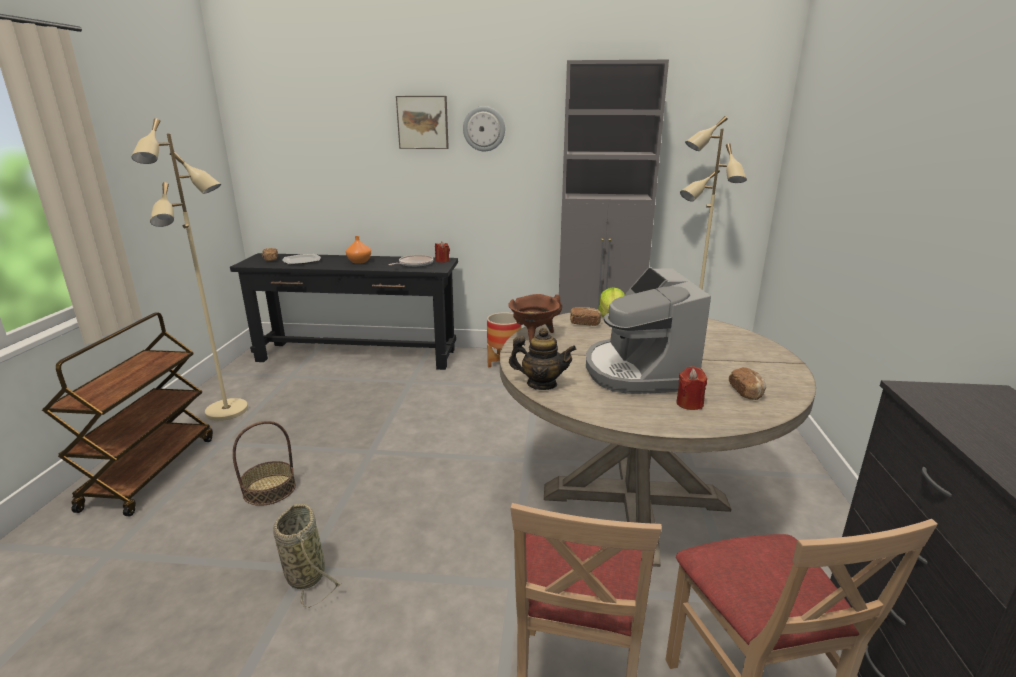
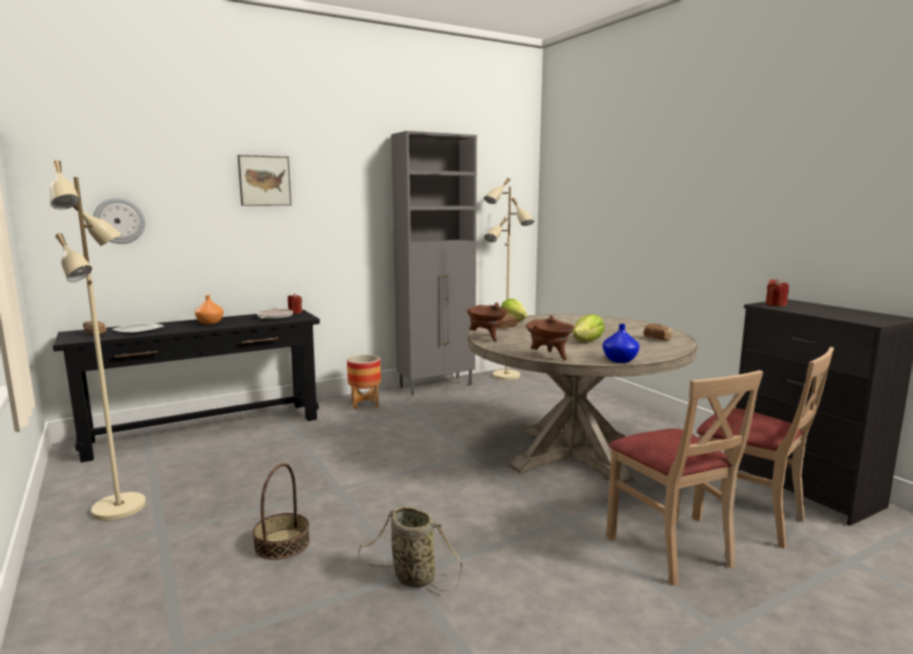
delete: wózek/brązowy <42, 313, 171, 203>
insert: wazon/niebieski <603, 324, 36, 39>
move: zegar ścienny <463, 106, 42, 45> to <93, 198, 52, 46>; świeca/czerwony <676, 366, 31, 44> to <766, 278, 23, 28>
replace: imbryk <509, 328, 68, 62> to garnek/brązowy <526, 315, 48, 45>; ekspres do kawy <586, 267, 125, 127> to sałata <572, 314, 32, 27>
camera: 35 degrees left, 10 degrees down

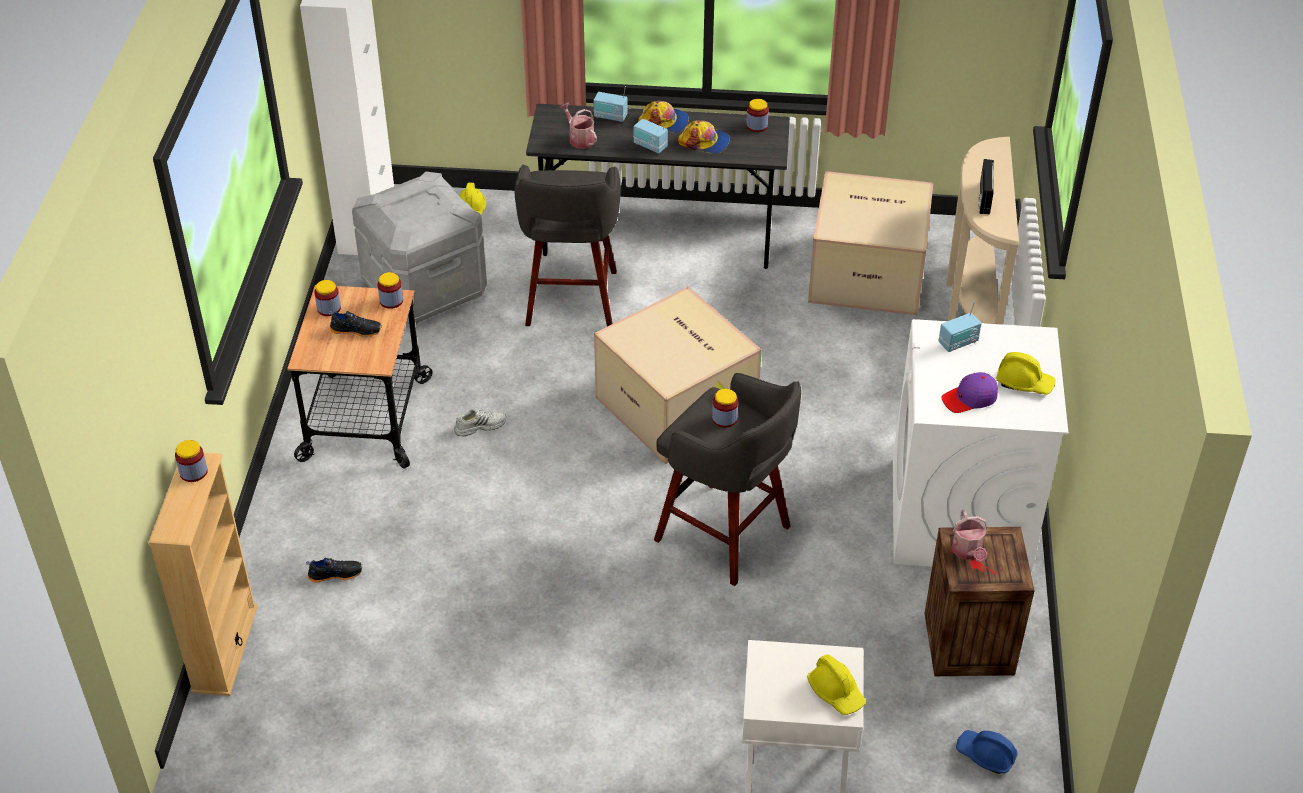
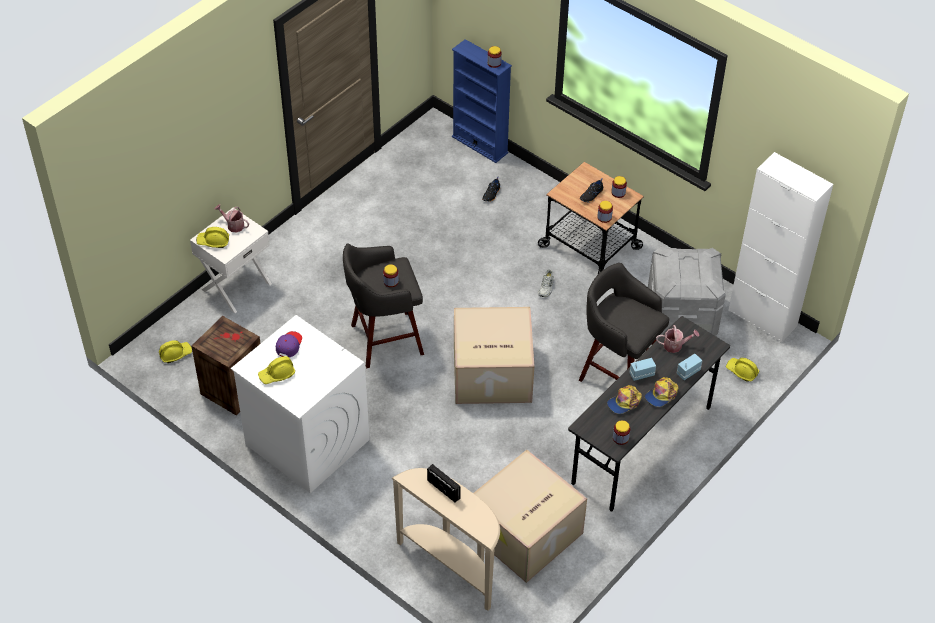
delete: radio <938, 302, 43, 50>
move: konewka <951, 510, 37, 52> to <215, 204, 34, 29>
recolor: kask/niebieski <956, 730, 62, 44> to kask/żółty <159, 340, 33, 23>; regał/beżowy <148, 453, 110, 243> to regał/niebieski <452, 39, 60, 124>
camera: 125 degrees right, 5 degrees up

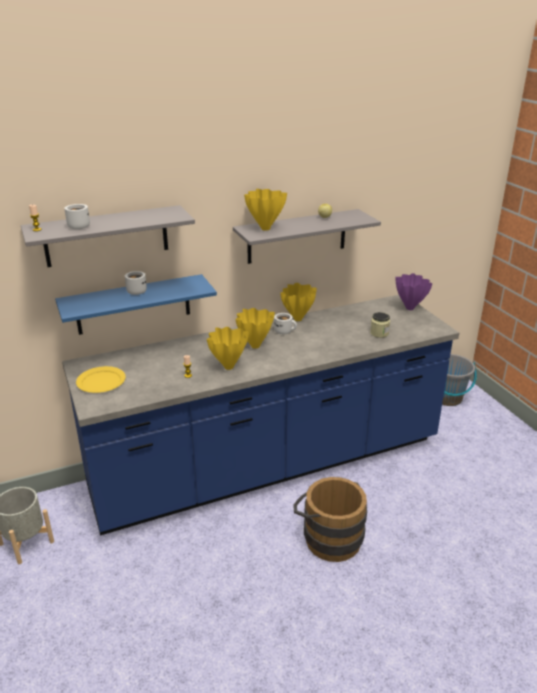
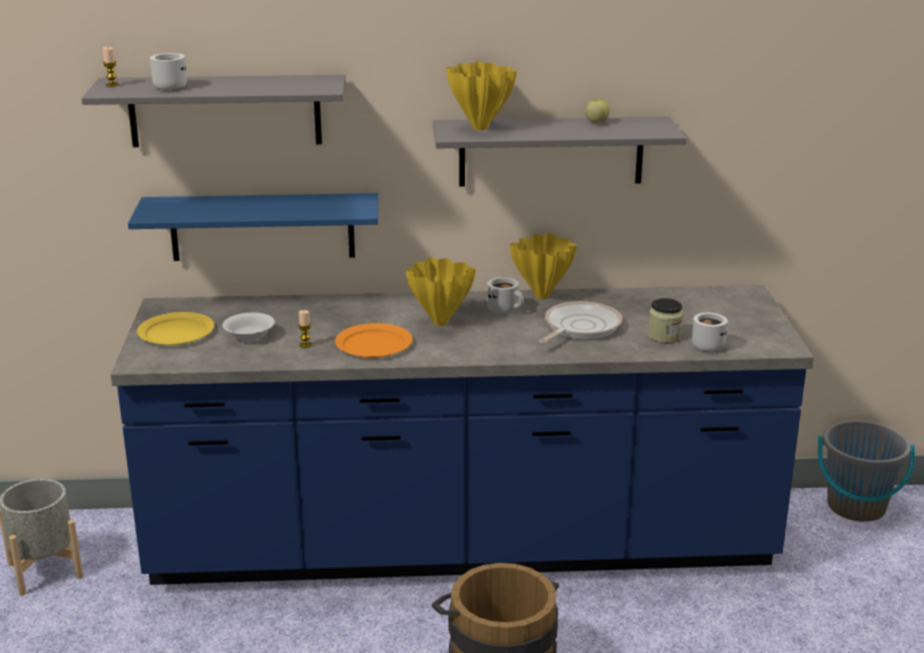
delete: wazon/fioletowy <395, 273, 37, 37>
insert: miska/biały <222, 313, 53, 28>; patelnia <539, 301, 83, 43>
move: kubek/biały <125, 271, 22, 24> to <692, 312, 36, 40>
replace: wazon/żółty <207, 327, 42, 43> to talerz/pomarańczowy <335, 323, 78, 35>
camera: 20 degrees right, 5 degrees down

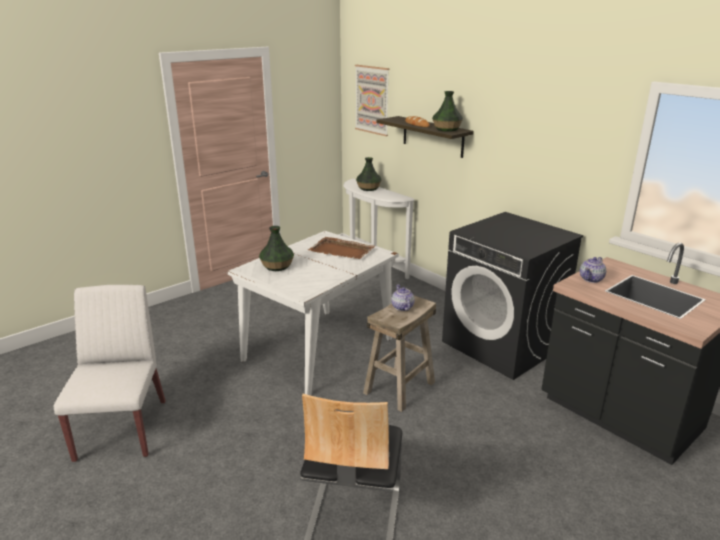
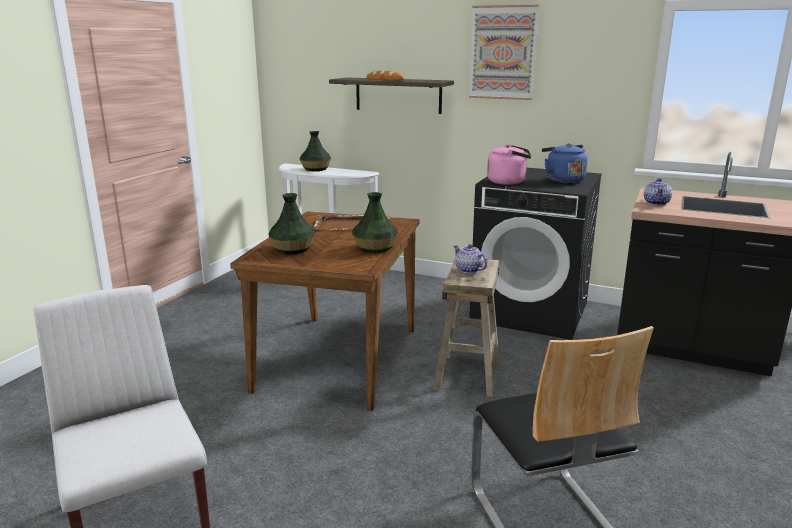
insert: czajnik/różowy <487, 144, 44, 41>; czajnik/niebieski <542, 143, 46, 40>
move: wazon <432, 91, 31, 41> to <352, 192, 46, 61>; obraz <355, 65, 34, 71> to <469, 5, 70, 95>
recolor: stół jadalny/biały <227, 231, 172, 164> to stół jadalny/brązowy <230, 212, 190, 198>
camera: 25 degrees left, 5 degrees down

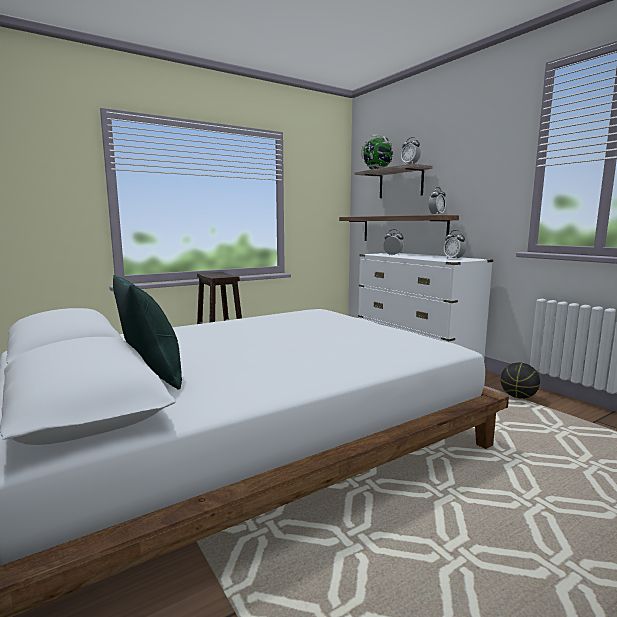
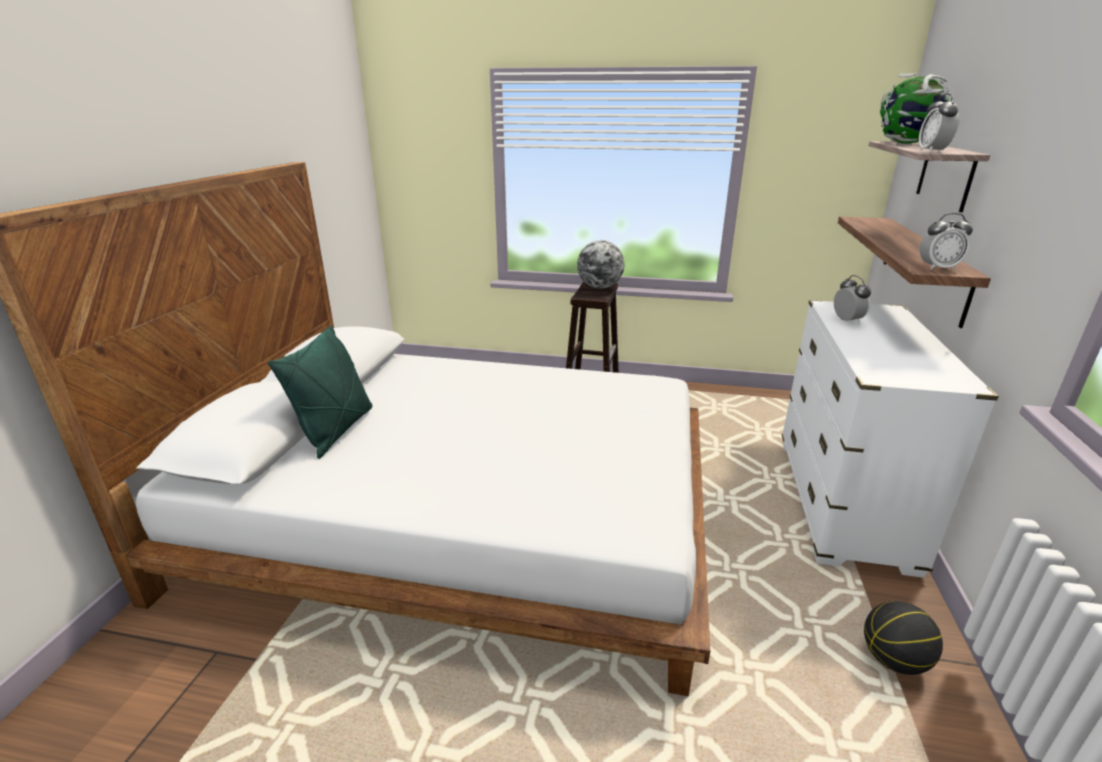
delete: budzik <444, 230, 22, 30>
insert: globus <577, 240, 47, 49>
camera: 45 degrees right, 15 degrees up

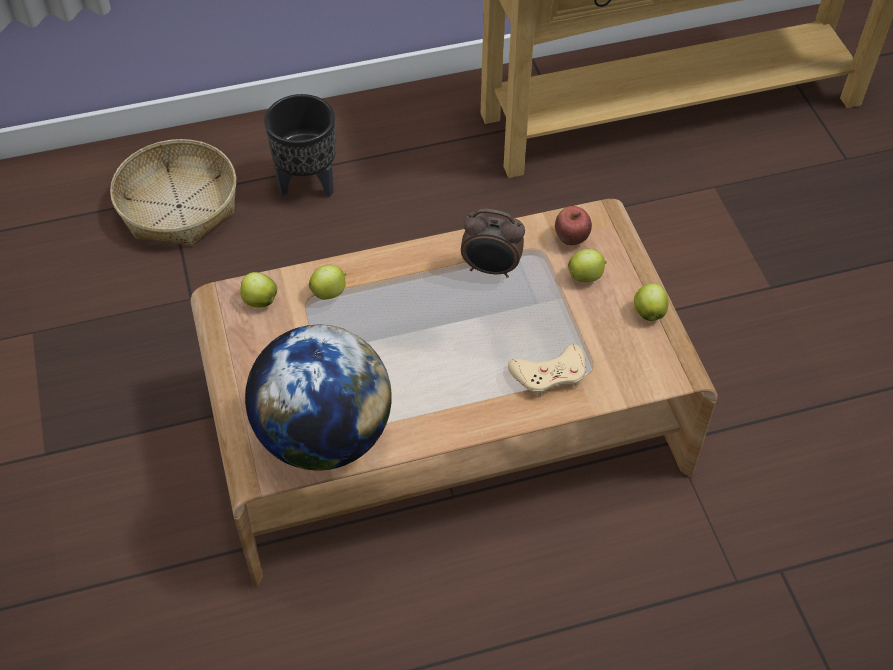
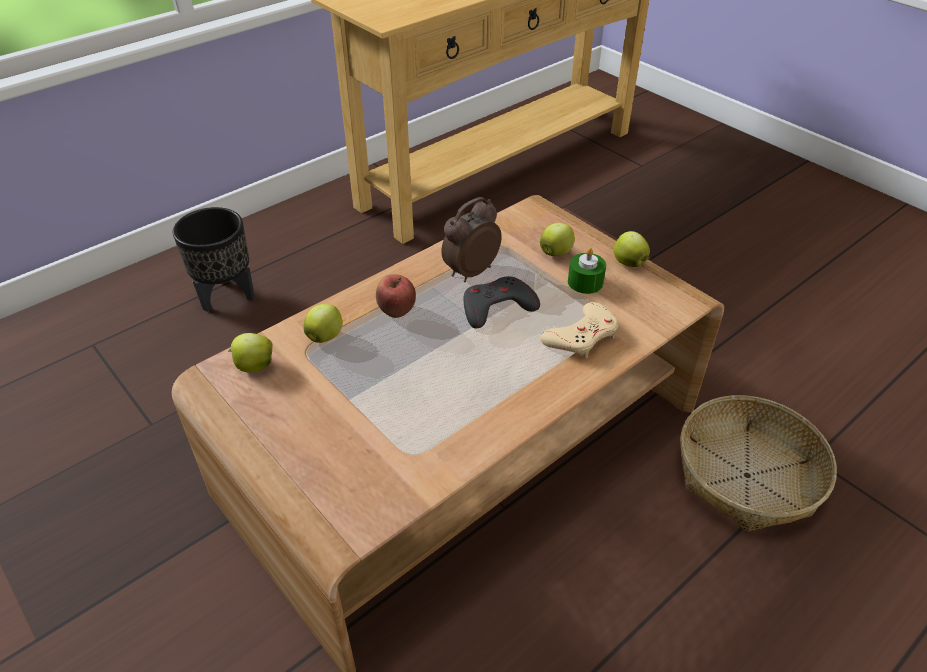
delete: globus <245, 325, 147, 146>
insert: pad do gier/szary <463, 276, 77, 53>; świeca/zielony <568, 248, 38, 46>
move: jabłko <555, 206, 37, 39> to <376, 274, 40, 44>; koszyk <110, 139, 126, 108> to <680, 395, 157, 137>
rotate: budzik <461, 209, 64, 69> = <441, 197, 61, 85> 150 degrees clockwise
camera: 25 degrees left, 10 degrees down

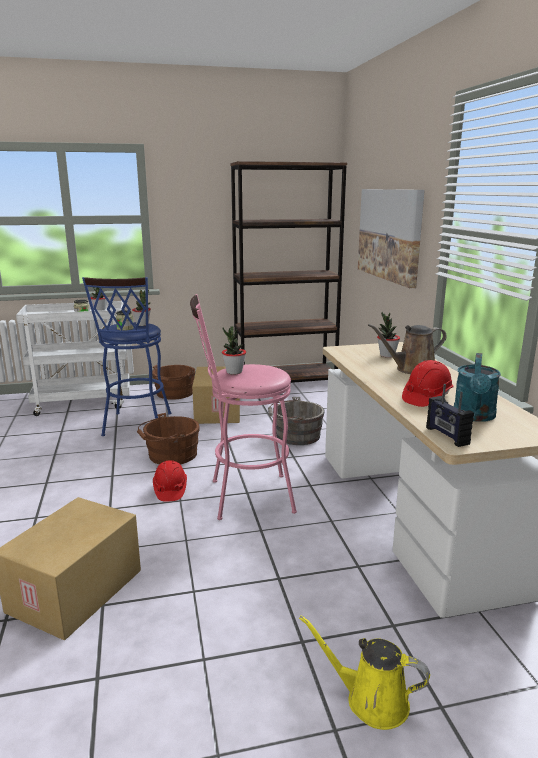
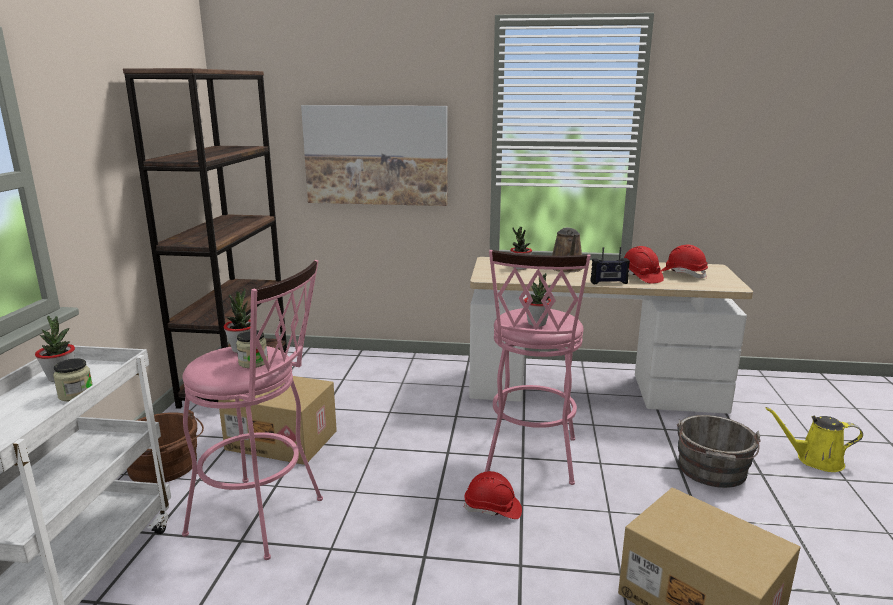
delete: wiadro/brązowy <137, 413, 63, 52>
move: radio <426, 384, 48, 63> to <591, 247, 39, 37>; wiadro/szary <268, 397, 57, 48> to <677, 415, 84, 73>
replace: konewka/turkusowy <454, 353, 47, 69> to kask/czerwony <661, 244, 47, 34>
recolor: stołek/niebieski <82, 277, 89, 159> to stołek/różowy <182, 260, 141, 300>
rotate: konewka/żółty <299, 615, 131, 115> = <765, 407, 98, 65> 60 degrees clockwise
camera: 70 degrees left, 0 degrees up

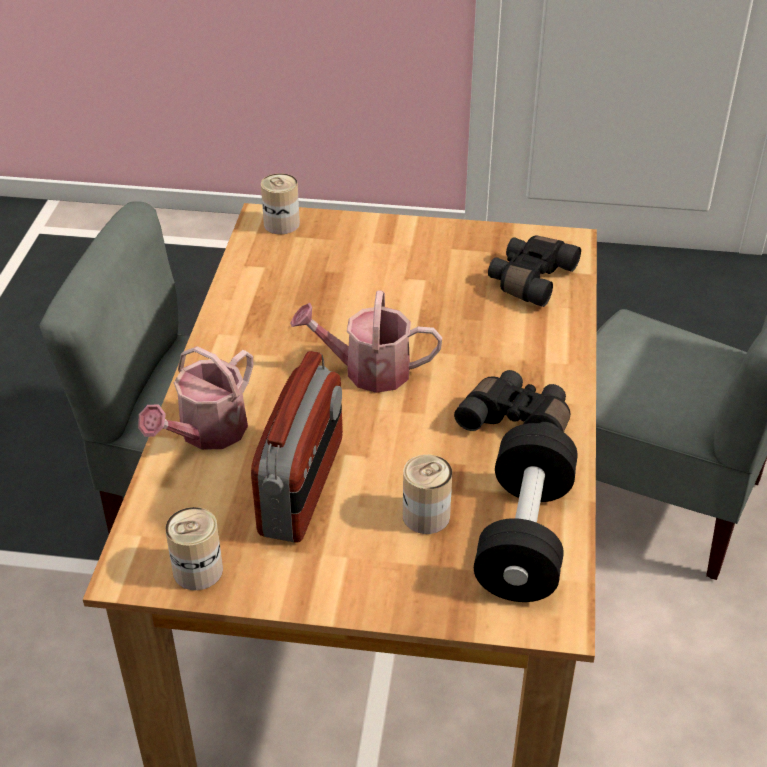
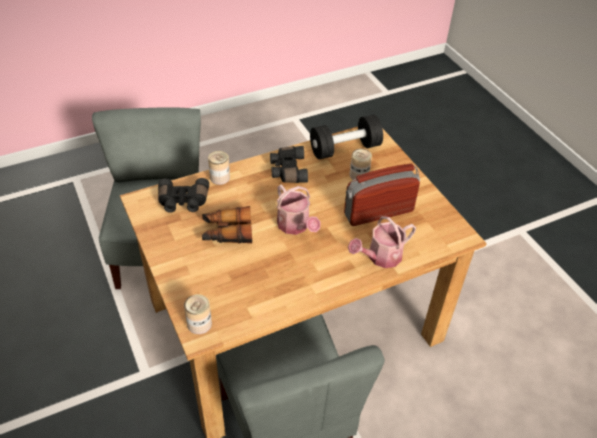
insert: lornetka <202, 206, 50, 37>
move: puszka <165, 507, 58, 83> to <208, 151, 22, 34>
rotate: konewka <138, 346, 115, 104> = <348, 216, 68, 52> 150 degrees clockwise
camera: 125 degrees left, 5 degrees up

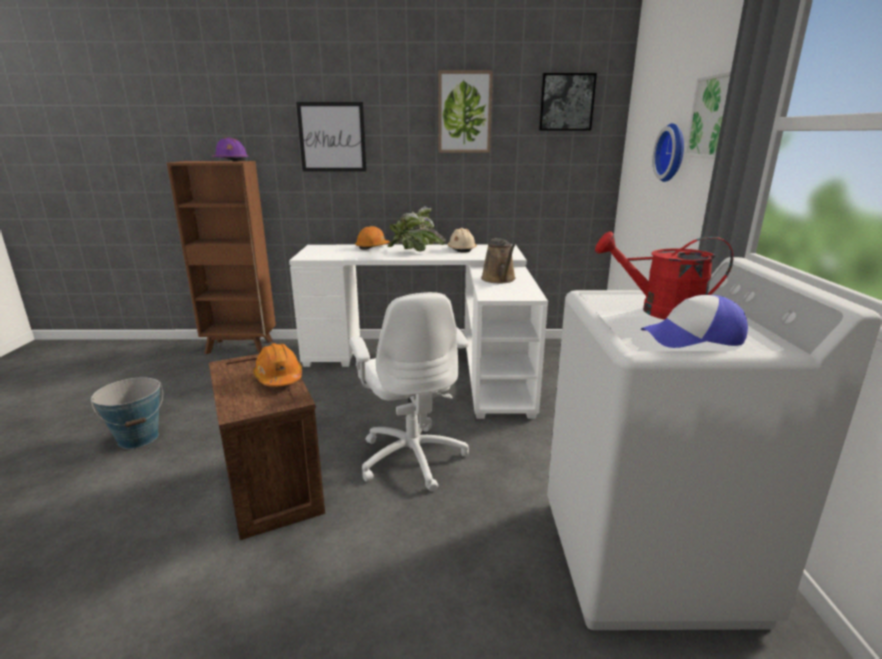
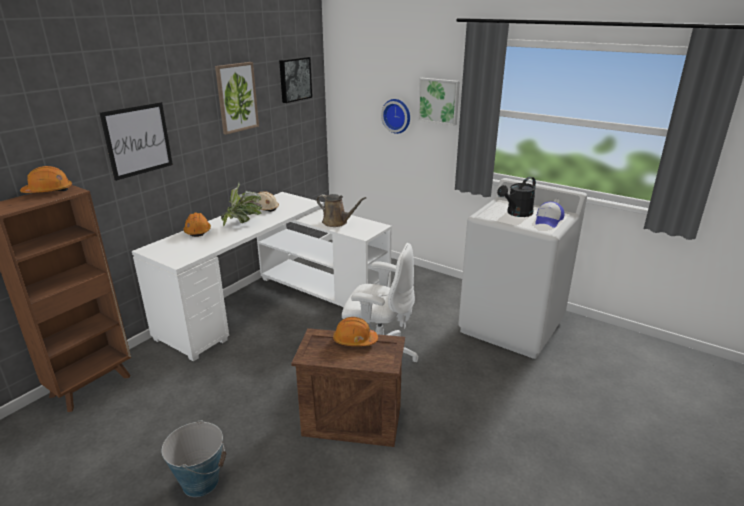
recolor: kask/fioletowy <212, 137, 36, 25> to kask/pomarańczowy <20, 166, 52, 27>; konewka/czerwony <595, 231, 138, 89> to konewka/czarny <497, 177, 39, 40>
camera: 55 degrees left, 5 degrees up

